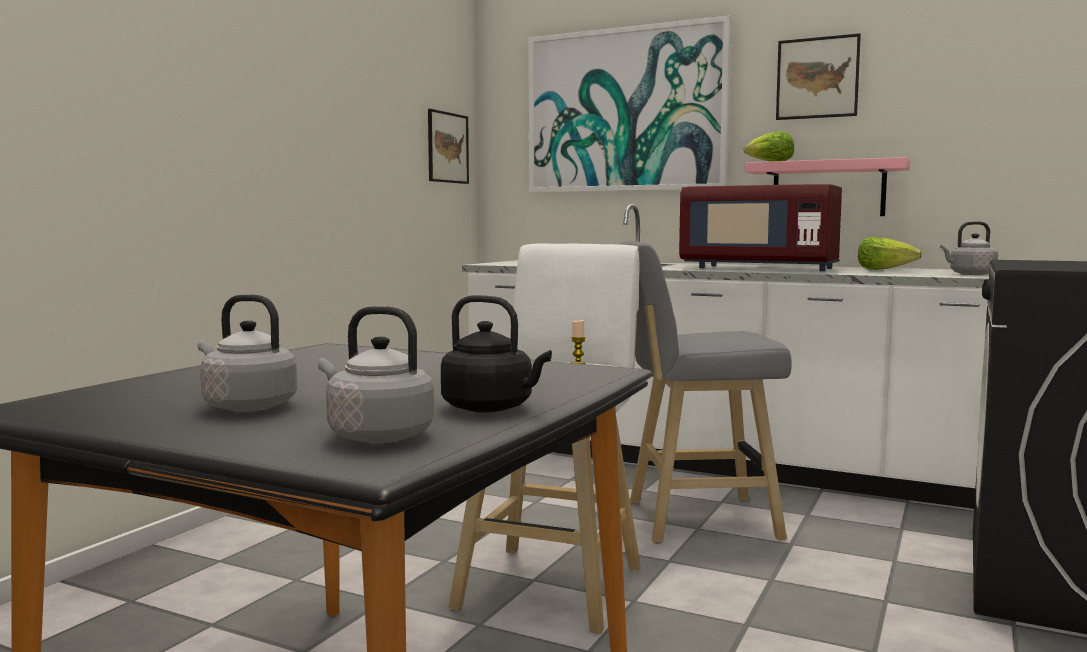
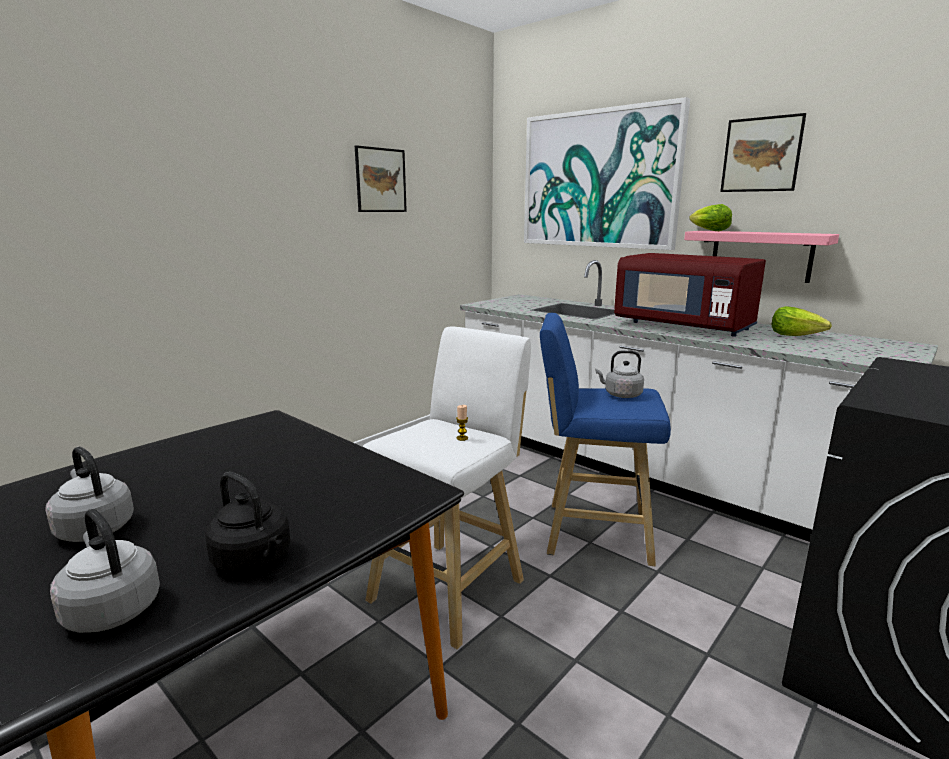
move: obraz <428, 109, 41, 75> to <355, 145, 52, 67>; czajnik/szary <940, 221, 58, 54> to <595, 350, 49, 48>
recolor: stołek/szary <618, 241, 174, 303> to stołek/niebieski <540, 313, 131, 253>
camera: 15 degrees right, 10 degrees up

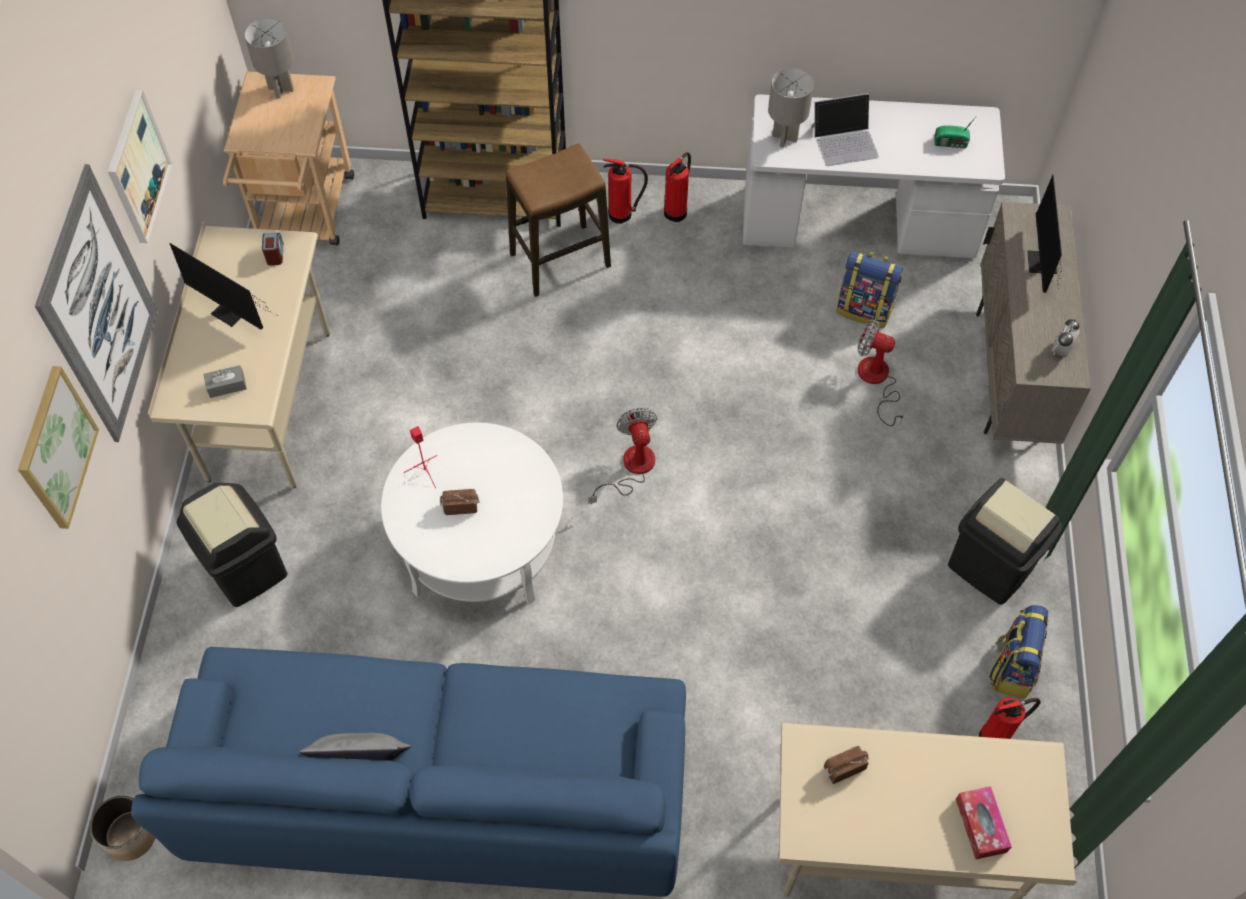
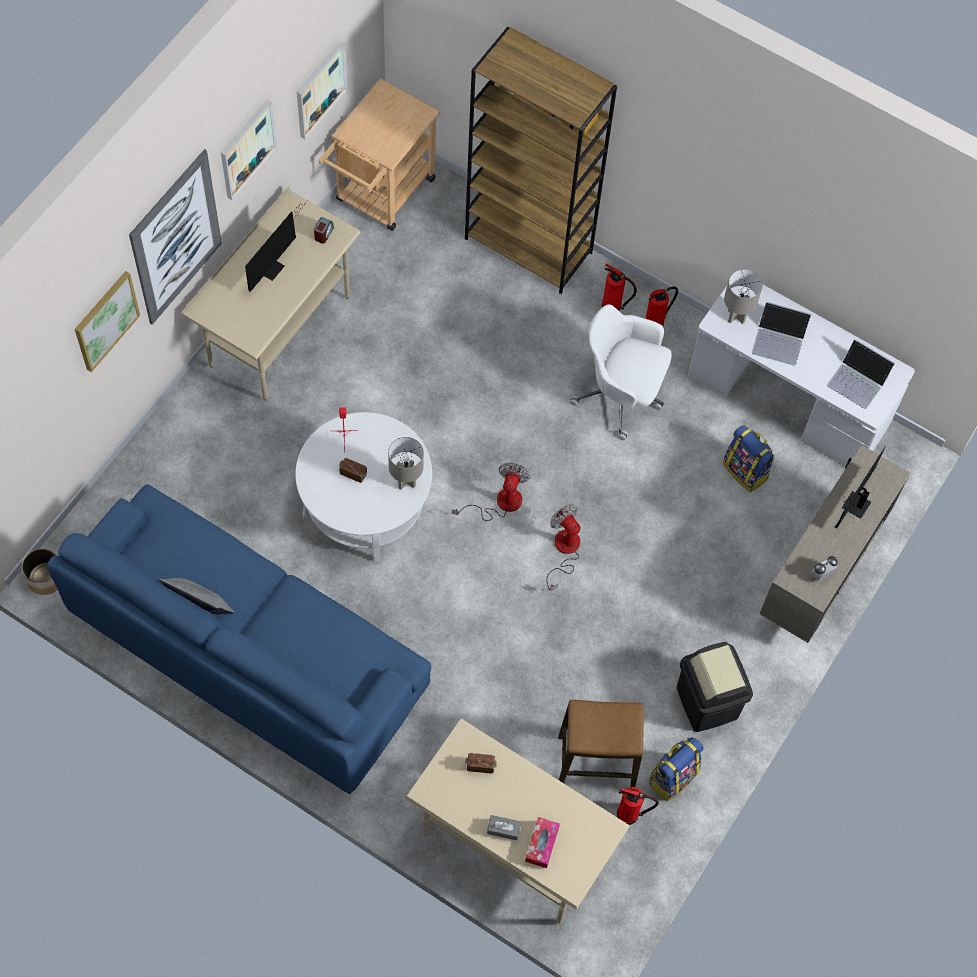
delete: kosz na śmieci/czarny <177, 483, 110, 124>
insert: obraz <297, 41, 50, 98>; krzesło biurowe/biały <570, 304, 102, 136>
move: lampa stołowa/szary <244, 18, 50, 81> to <388, 437, 36, 53>; pudełko chusteczek/szary <204, 365, 43, 33> to <487, 815, 34, 25>; wentylator <857, 319, 48, 107> to <546, 504, 35, 87>; stołek <506, 143, 105, 154> to <558, 700, 86, 87>
replace: radio <934, 117, 42, 32> to laptop <827, 339, 68, 70>
rotate: monitor <169, 243, 109, 87> = <245, 200, 63, 92> 120 degrees counterclockwise
camera: 25 degrees right, 5 degrees up

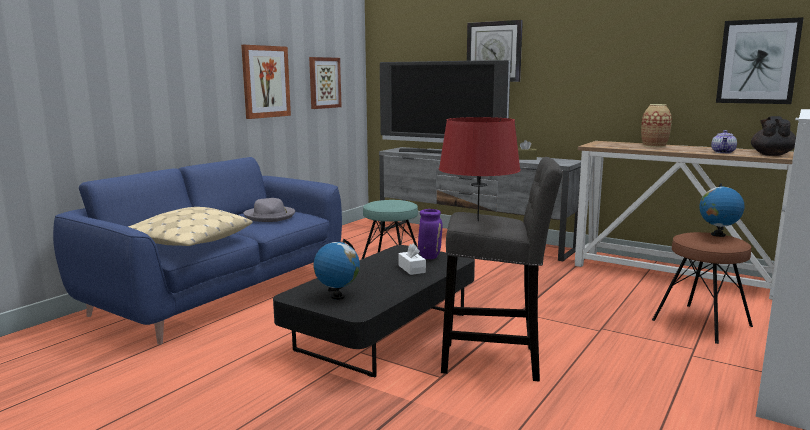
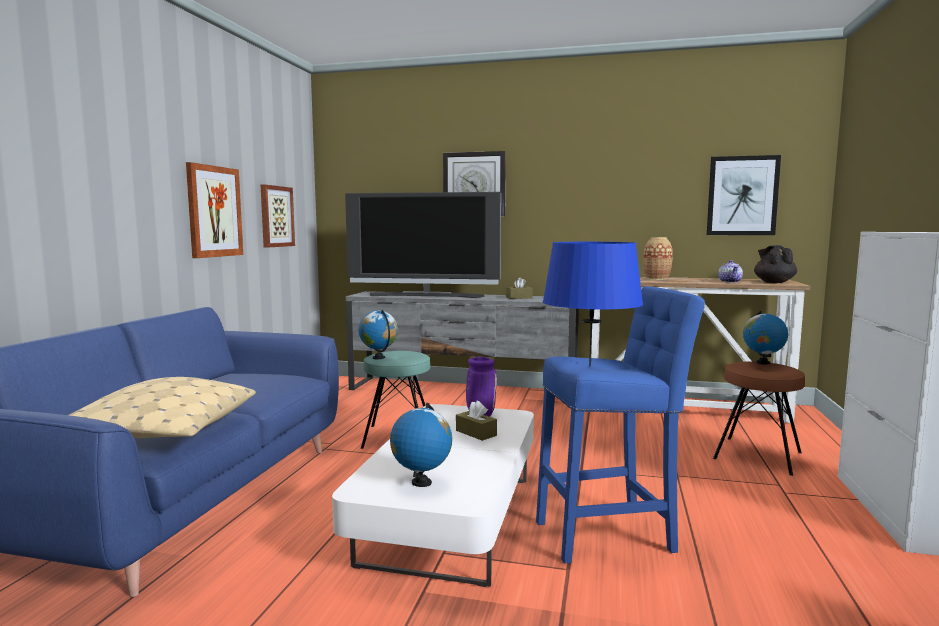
delete: kapelusz/szary <243, 198, 52, 24>
insert: globus <359, 310, 39, 49>
recolor: ława/czarny <273, 245, 202, 132> to ława/biały <332, 404, 202, 183>; pudełko chusteczek/biały <398, 243, 28, 32> to pudełko chusteczek/brązowy <456, 401, 41, 40>; stołek/szary <441, 157, 121, 224> to stołek/niebieski <536, 286, 169, 278>; lampa stołowa/czerwony <439, 117, 82, 105> to lampa stołowa/niebieski <543, 242, 100, 124>
camera: 20 degrees left, 5 degrees down

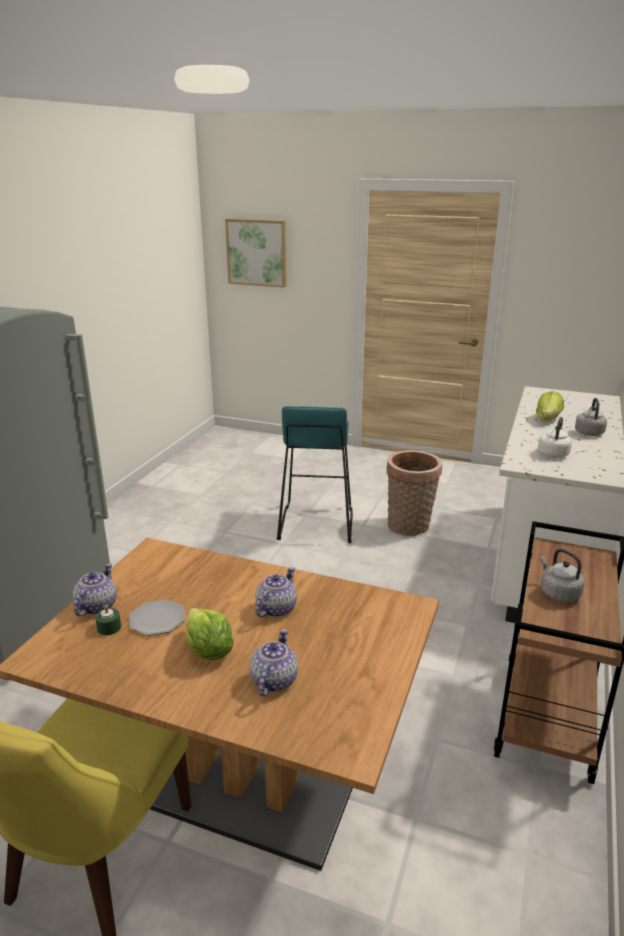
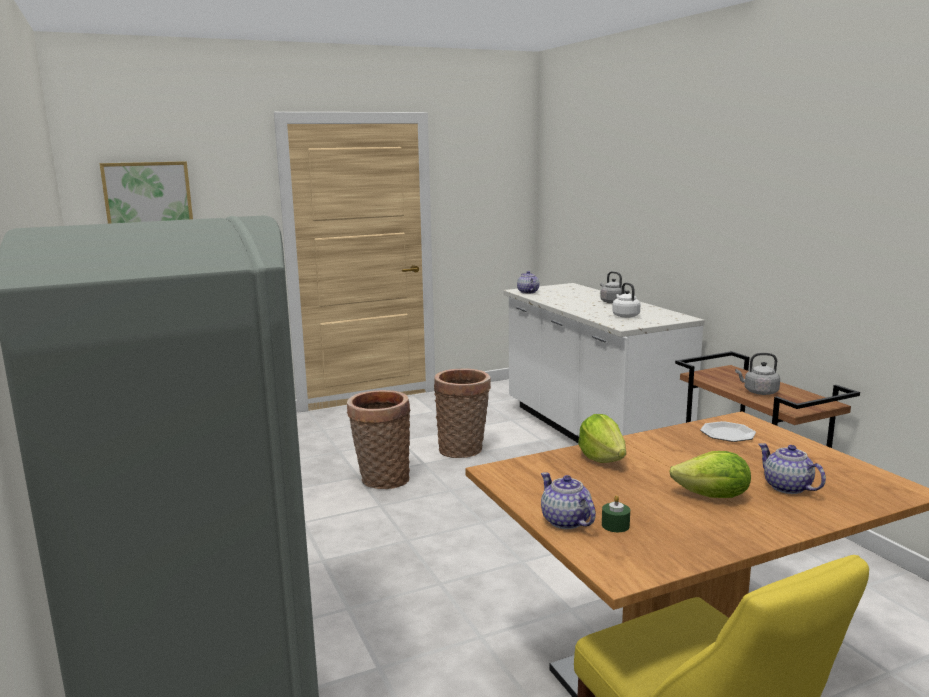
move: imbryk <255, 567, 42, 50> to <517, 271, 22, 23>; sałata <536, 391, 28, 30> to <578, 414, 48, 49>; talerz <129, 599, 56, 37> to <700, 421, 56, 21>
replace: stołek/turkusowy <277, 406, 76, 137> to koszyk <347, 390, 63, 99>
camera: 45 degrees left, 10 degrees down

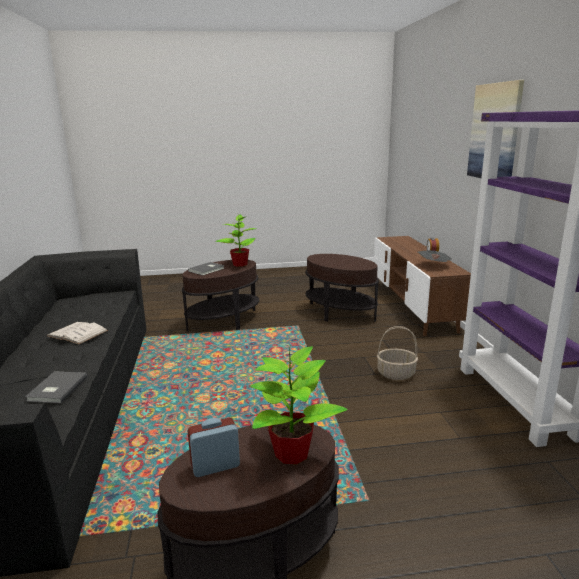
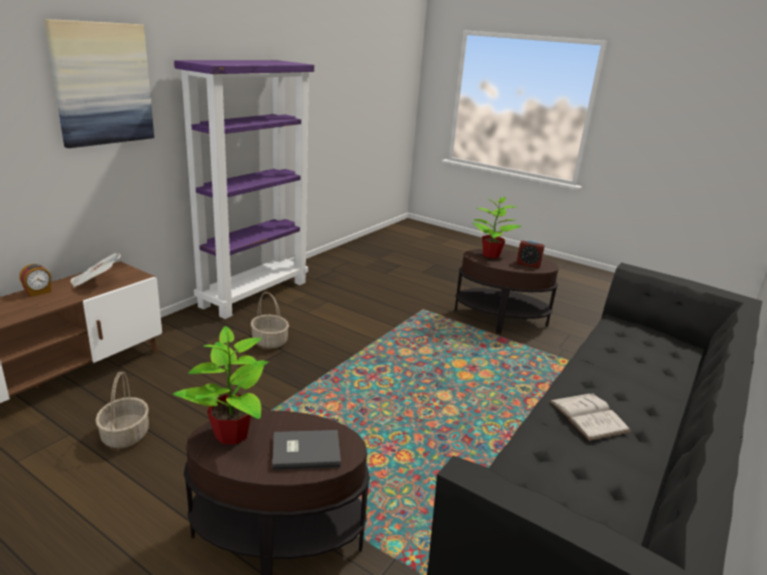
delete: książka/szary <25, 371, 63, 32>
replace: stolik/brązowy <305, 254, 74, 68> to koszyk <95, 372, 54, 76>
camera: 140 degrees left, 5 degrees up

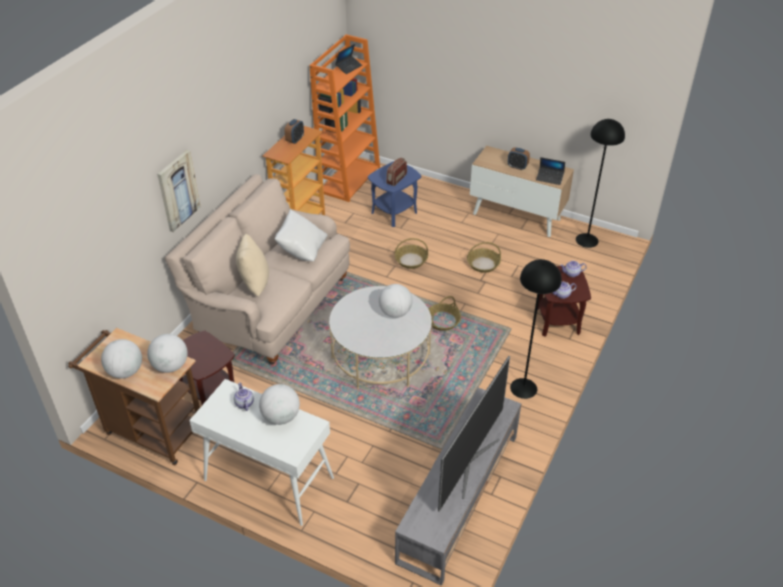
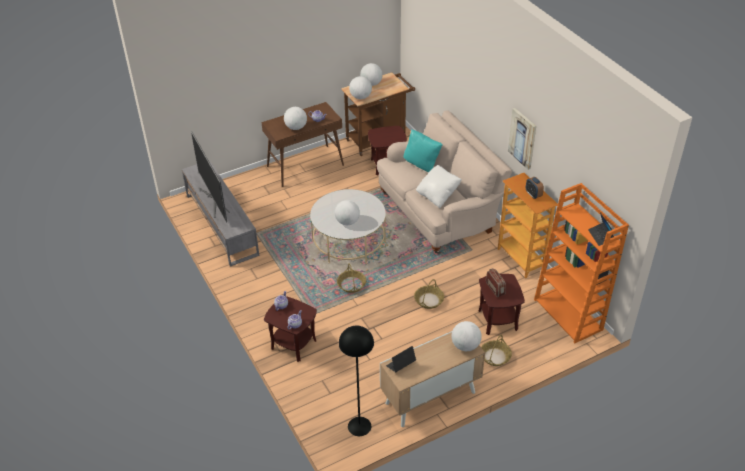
delete: budzik <508, 147, 22, 23>; lampa stojąca/czarny <510, 259, 52, 140>
insert: globus <452, 321, 30, 30>
move: koszyk <467, 242, 34, 31> to <481, 335, 31, 31>; obraz <157, 150, 44, 82> to <508, 108, 28, 62>
recolor: stolik konsolowy/biały <189, 379, 145, 147> to stolik konsolowy/brązowy <261, 102, 83, 85>; poduszka/beżowy <236, 234, 33, 62> to poduszka/turkusowy <403, 129, 40, 43>; stolik/niebieski <368, 161, 53, 66> to stolik/brązowy <478, 274, 47, 61>
camera: 125 degrees right, 0 degrees up

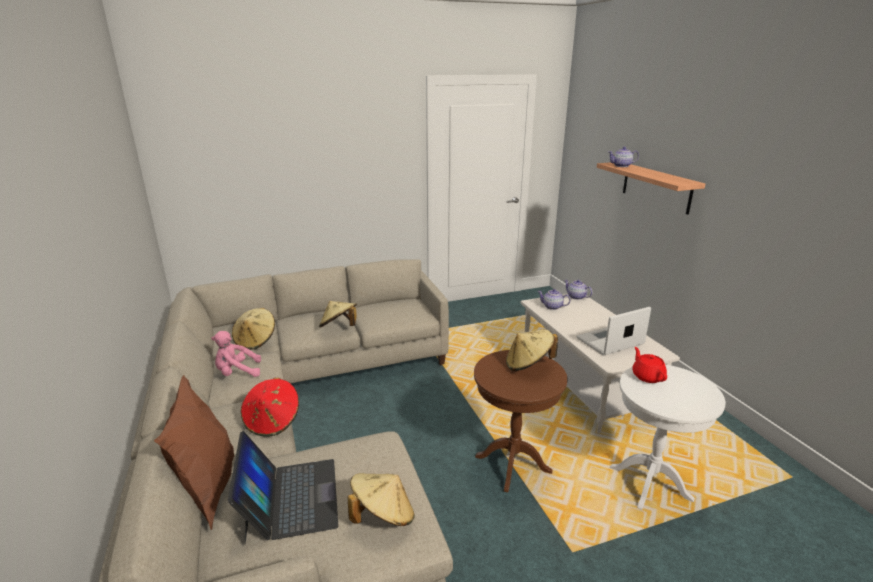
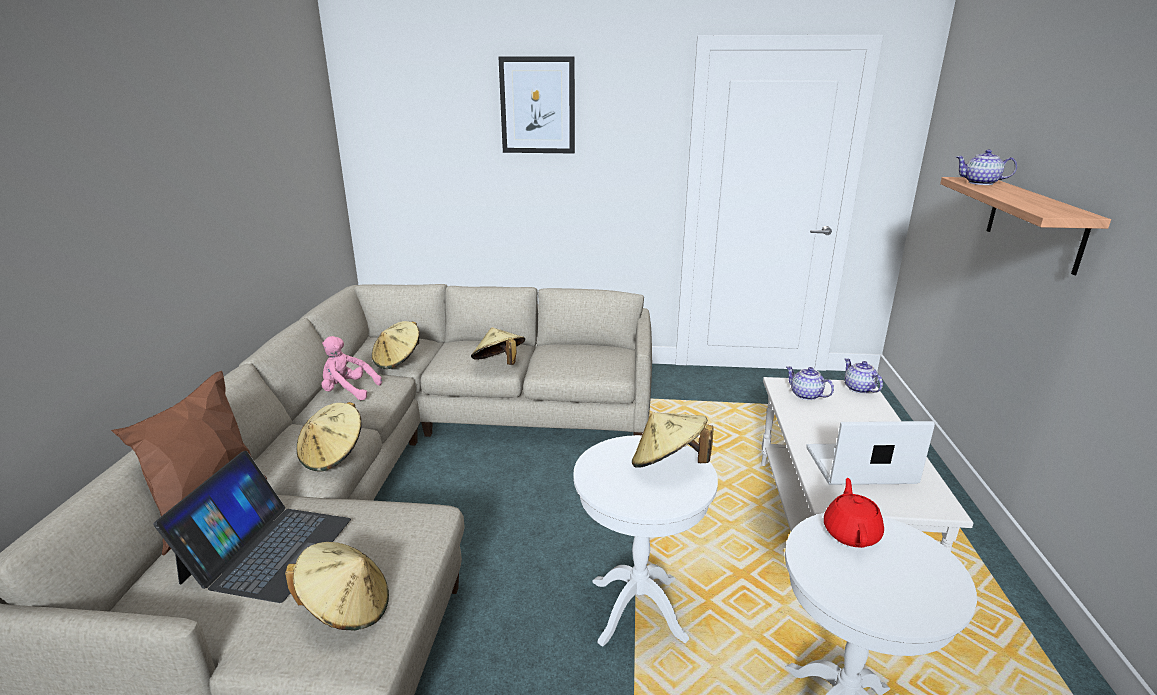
insert: obraz <498, 56, 77, 98>
recolor: kapelusz/czerwony <241, 378, 58, 59> to kapelusz/beżowy <297, 402, 64, 70>; stolik/brązowy <474, 350, 93, 143> to stolik/biały <573, 435, 145, 212>
camera: 25 degrees right, 0 degrees up

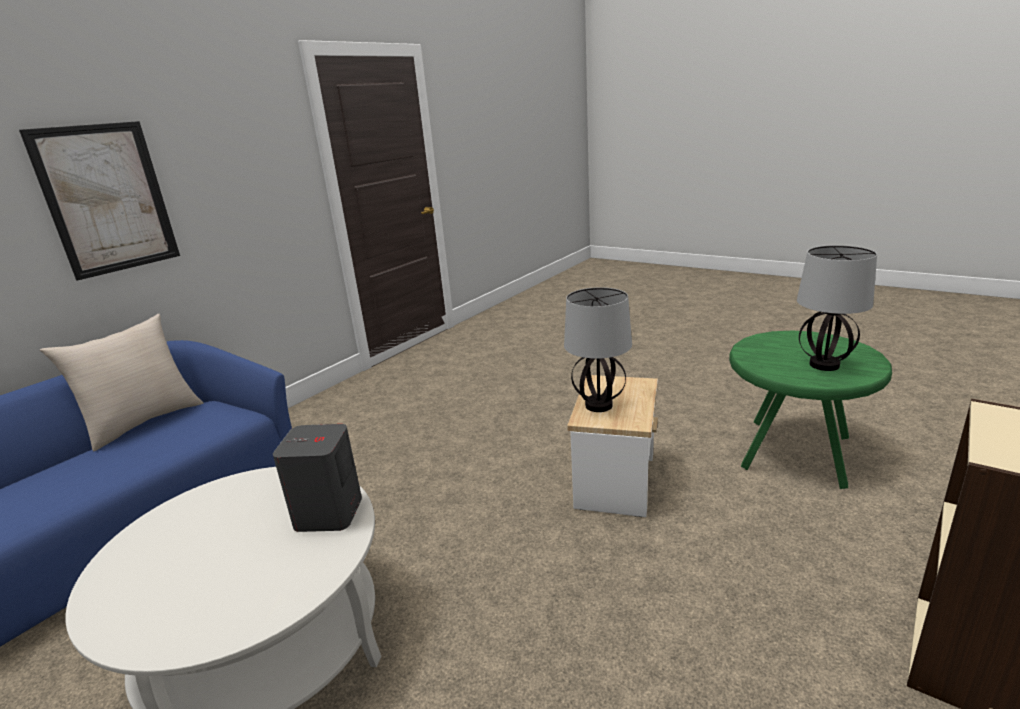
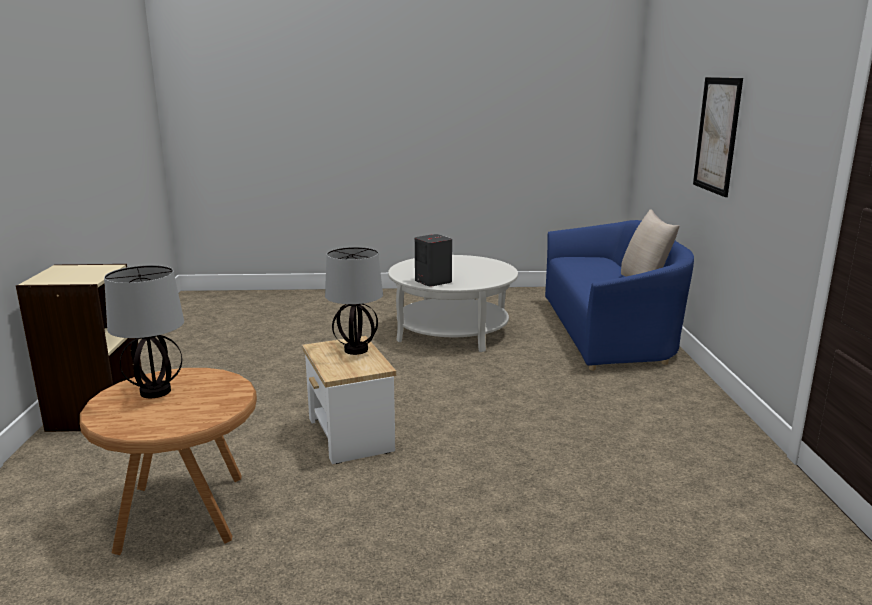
recolor: stolik/zielony <729, 331, 163, 158> to stolik/brązowy <80, 368, 177, 187>
camera: 140 degrees right, 5 degrees down

